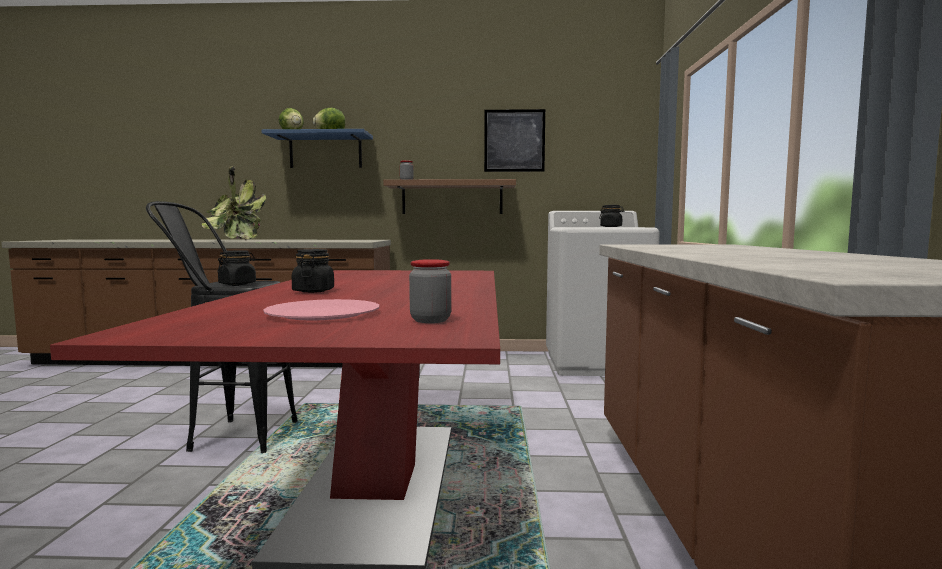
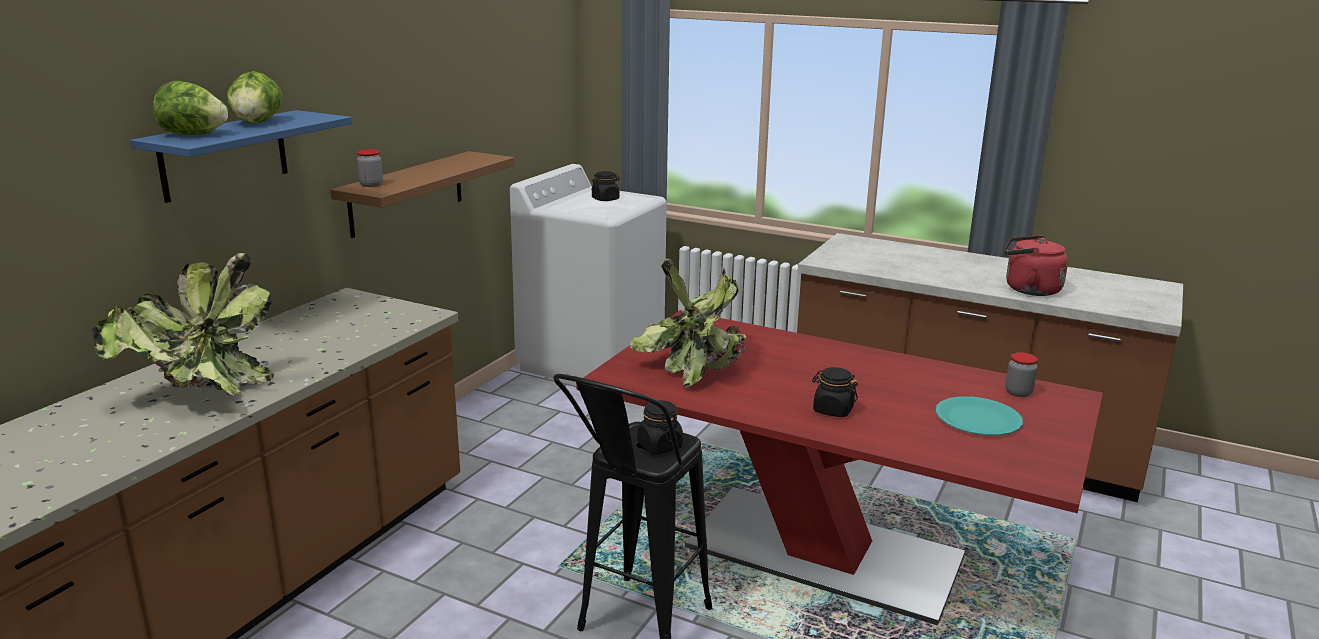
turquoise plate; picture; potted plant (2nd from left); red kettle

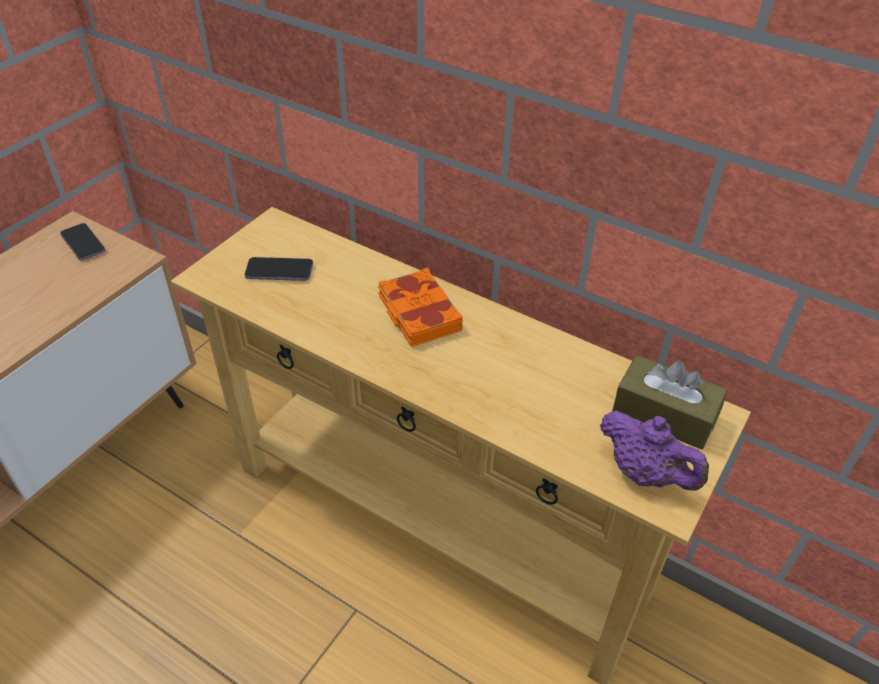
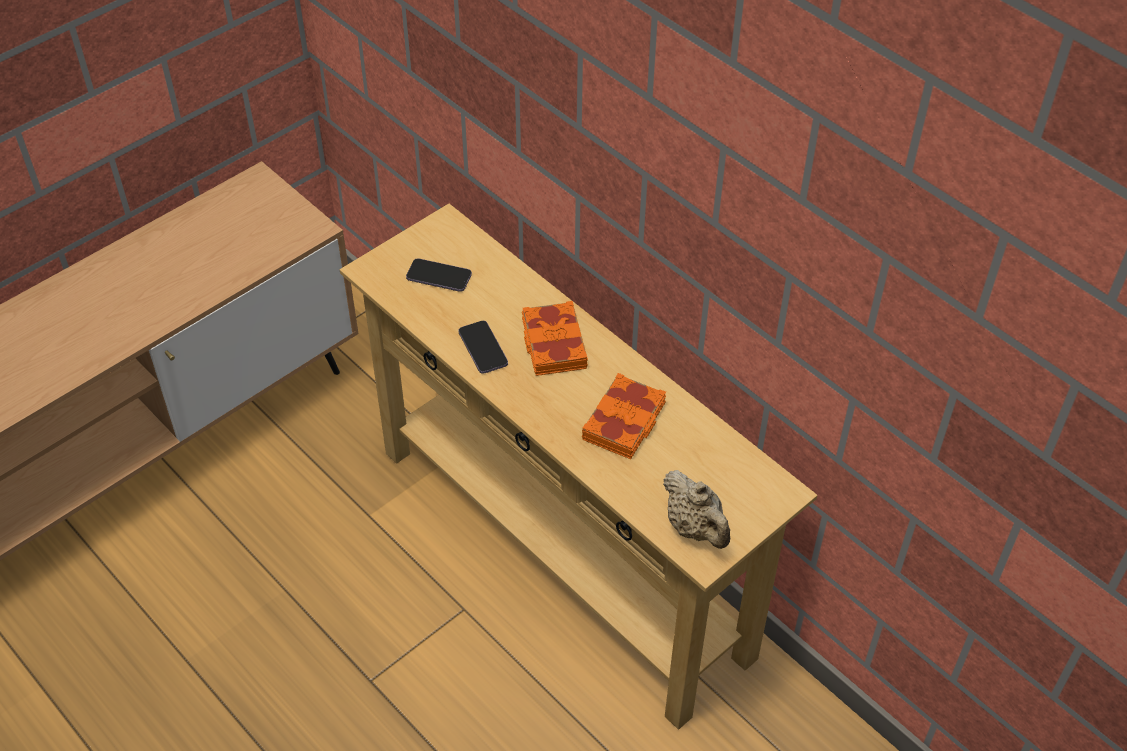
phone (2nd from left); beige teapot; brown tissue box; orange book (2nd from left)

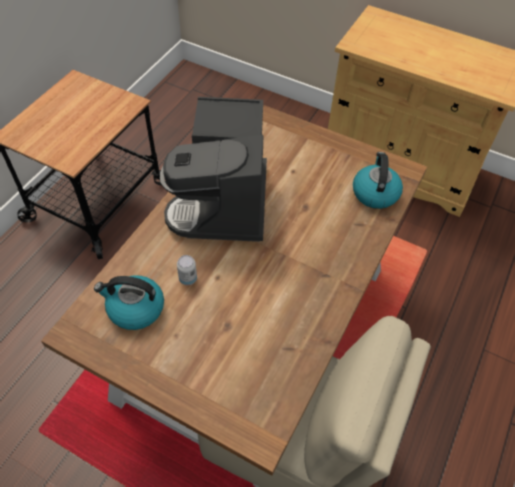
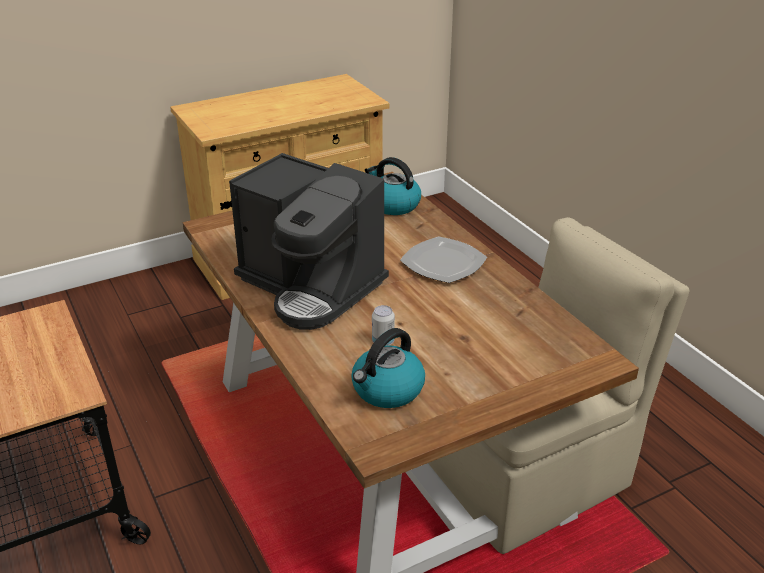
plate

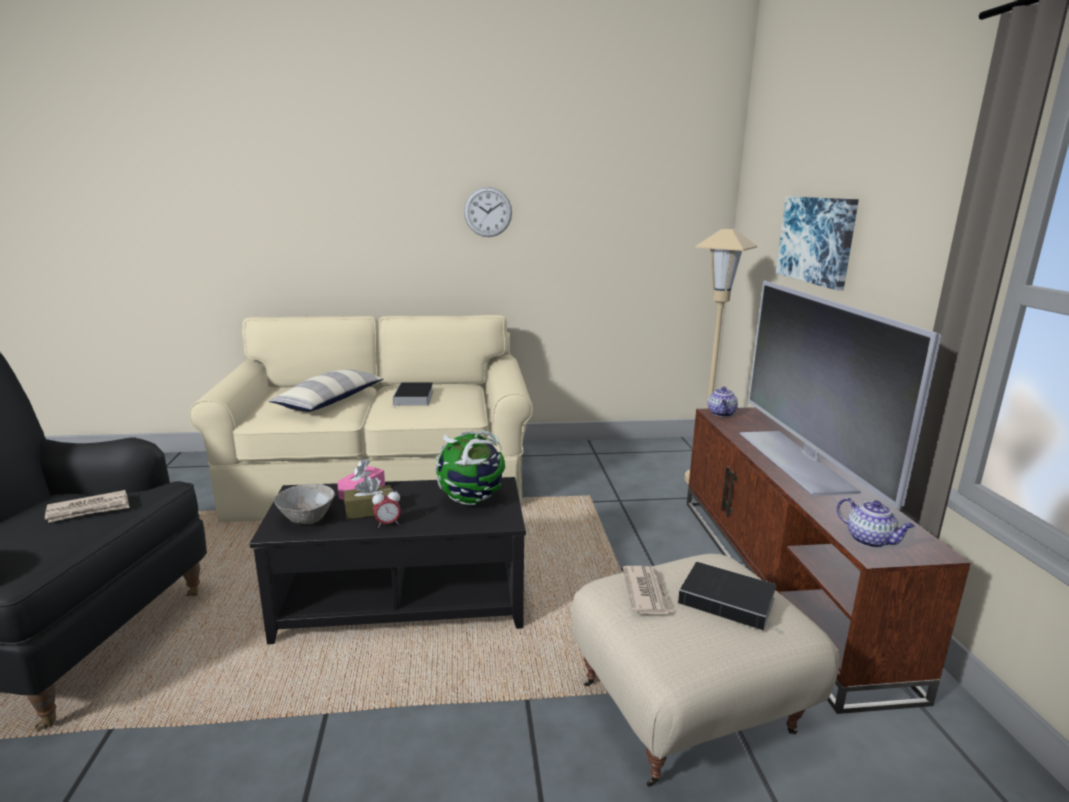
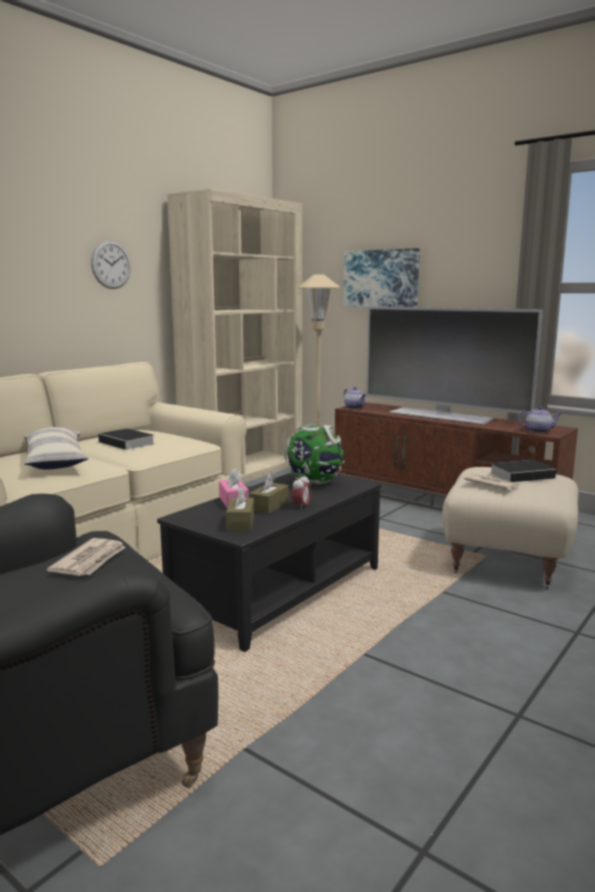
brown tissue box (1st from left); beige bookcase

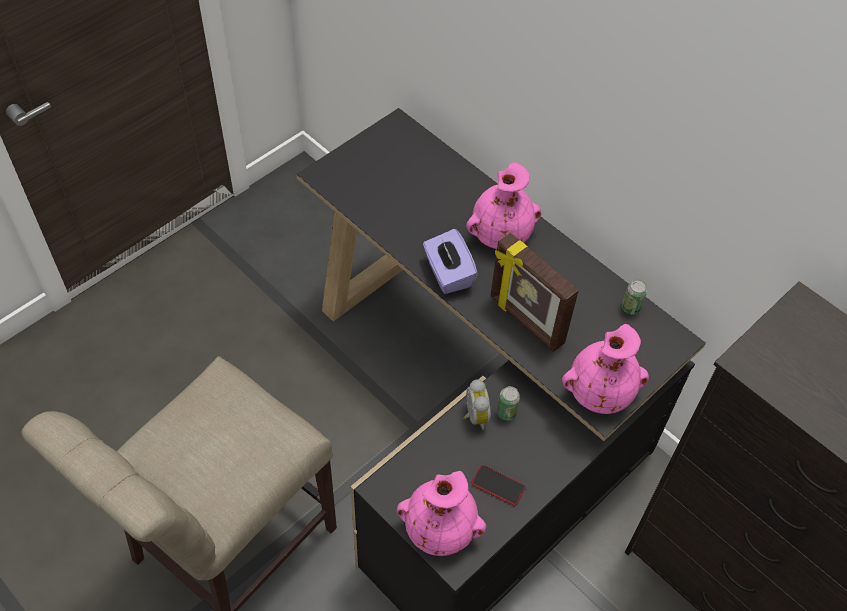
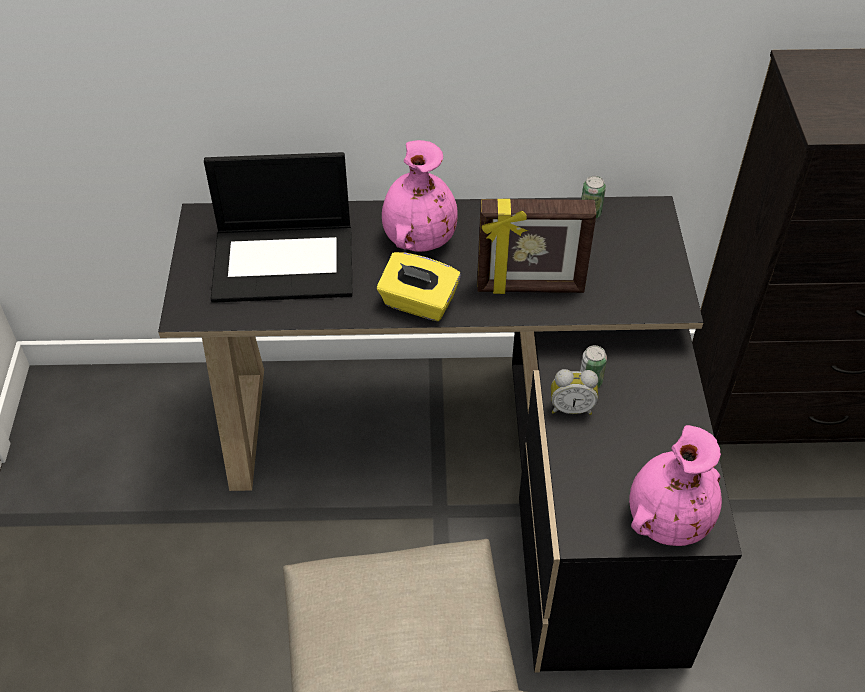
yellow tissue box; alarm clock; phone; pink vase (3rd from left in the first image); laptop

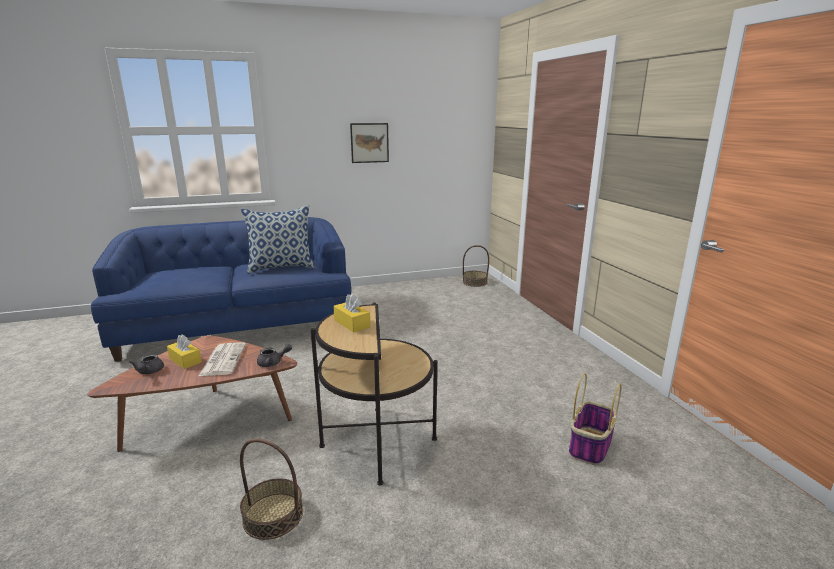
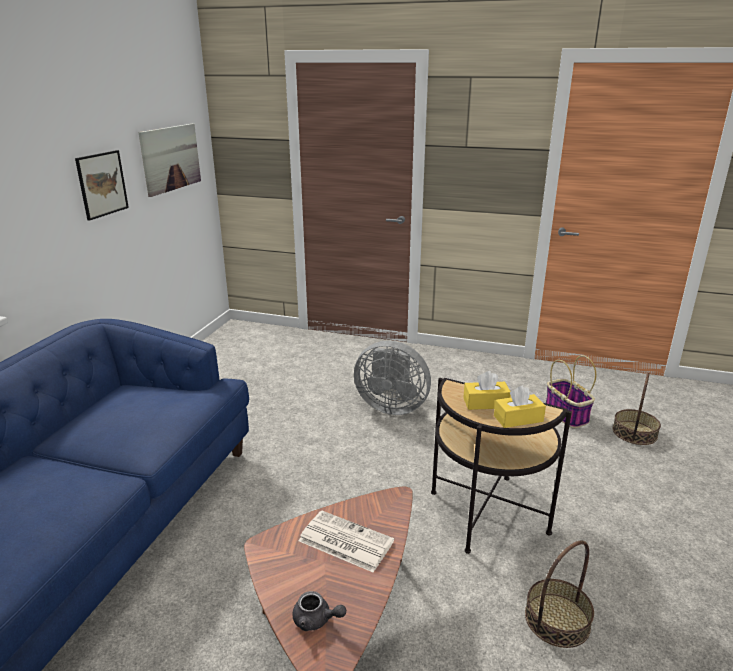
yellow tissue box (2nd from left); pillow; grey teapot (2nd from left in the first image); basket (3rd from left); picture (2nd from left); grey fan

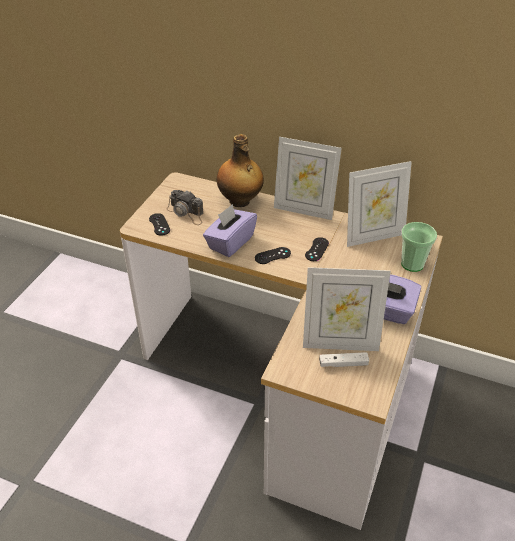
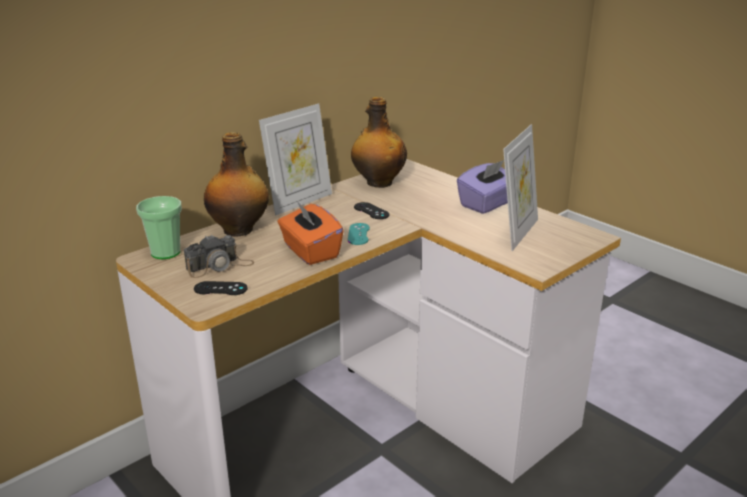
orange tissue box; turquoise game controller; white game controller; bottle (2nd from left); cup

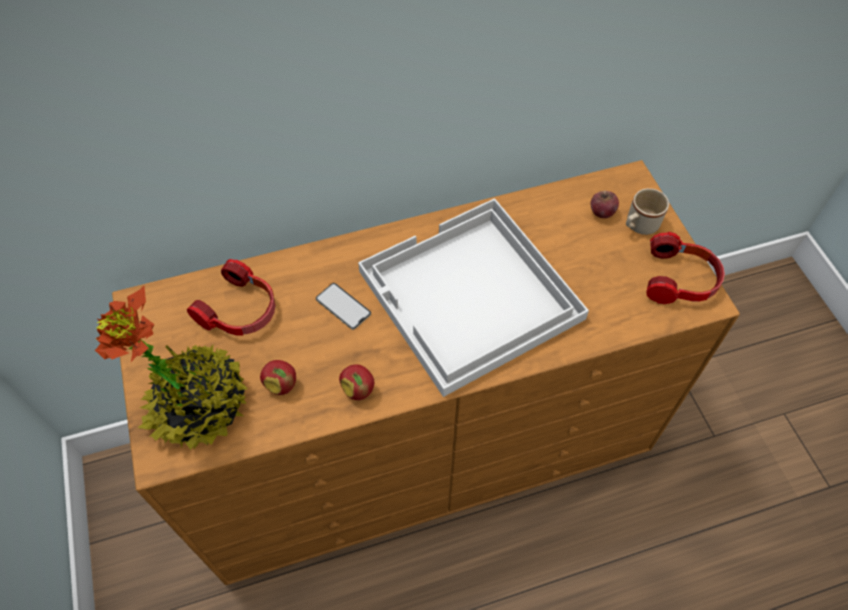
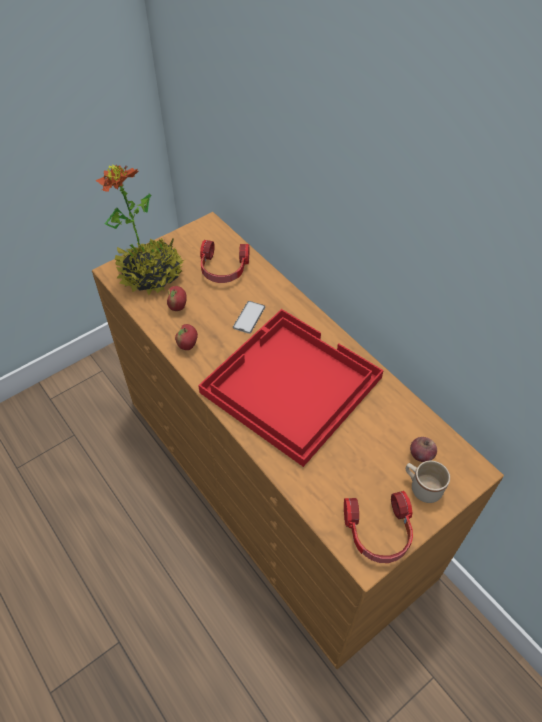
red tray

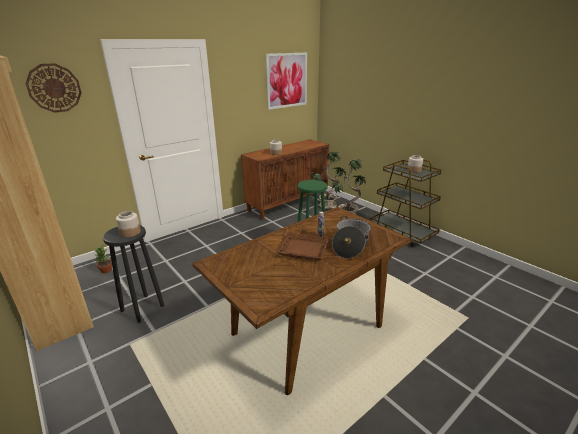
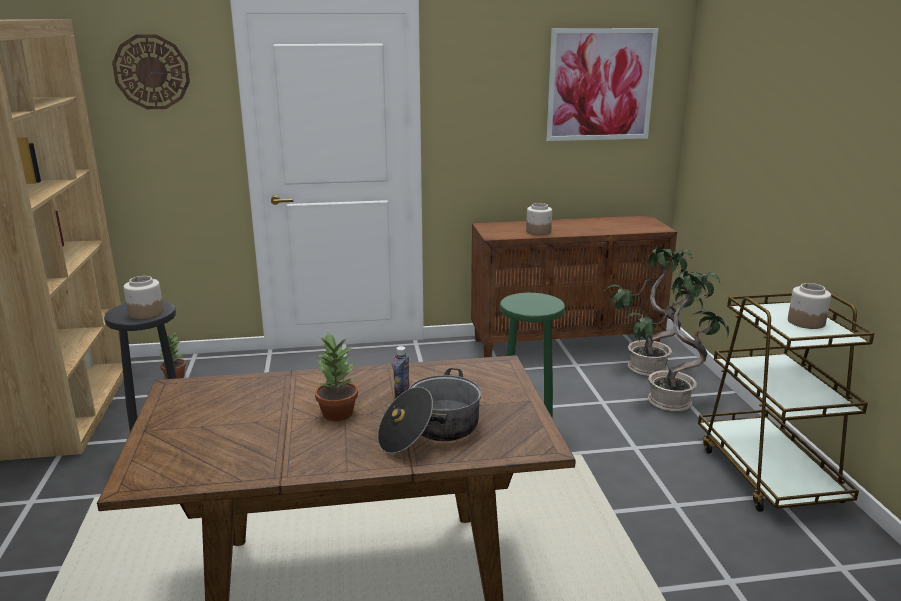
potted plant (2nd from left)

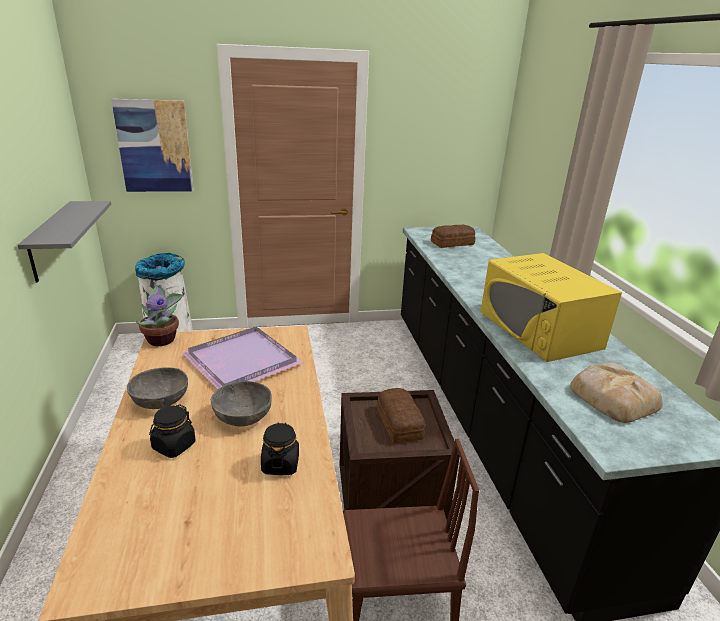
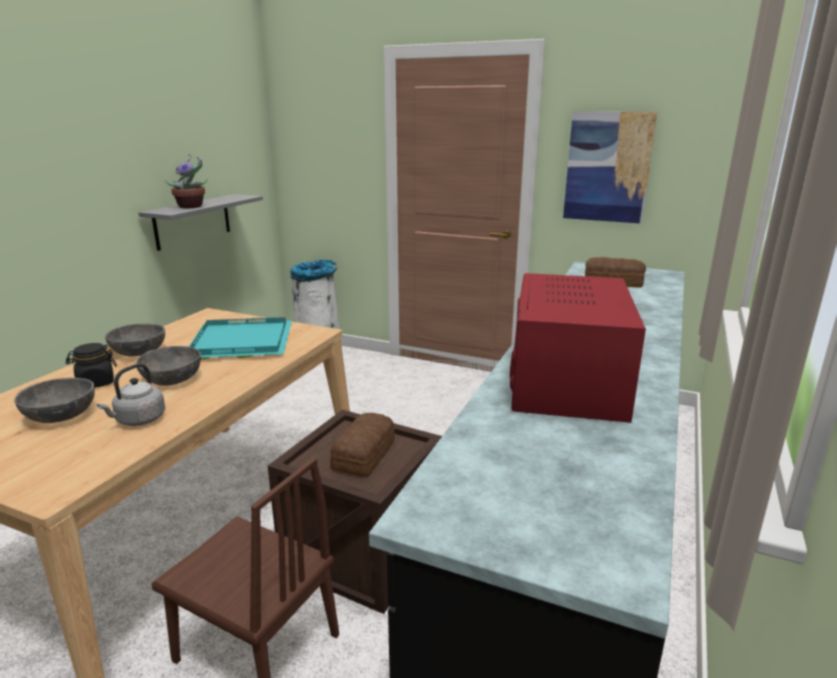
picture; potted plant; turquoise tray; grey kettle; red microwave; bread (3rd from left in the first image); grey bowl (1st from left)

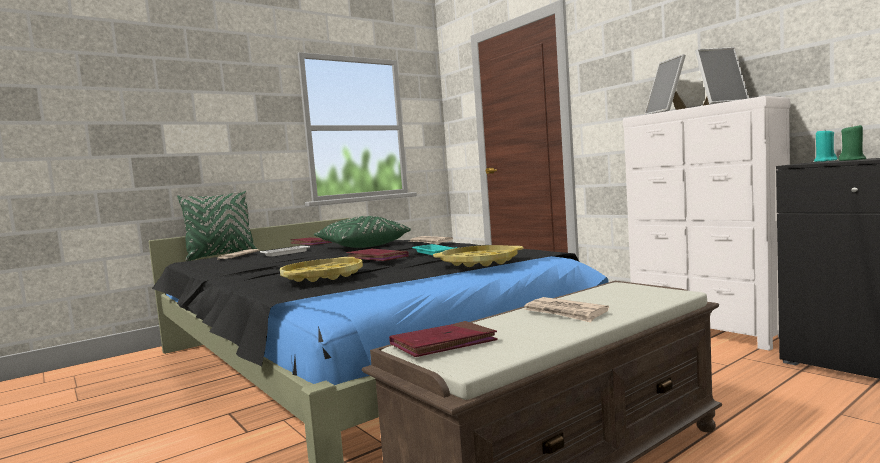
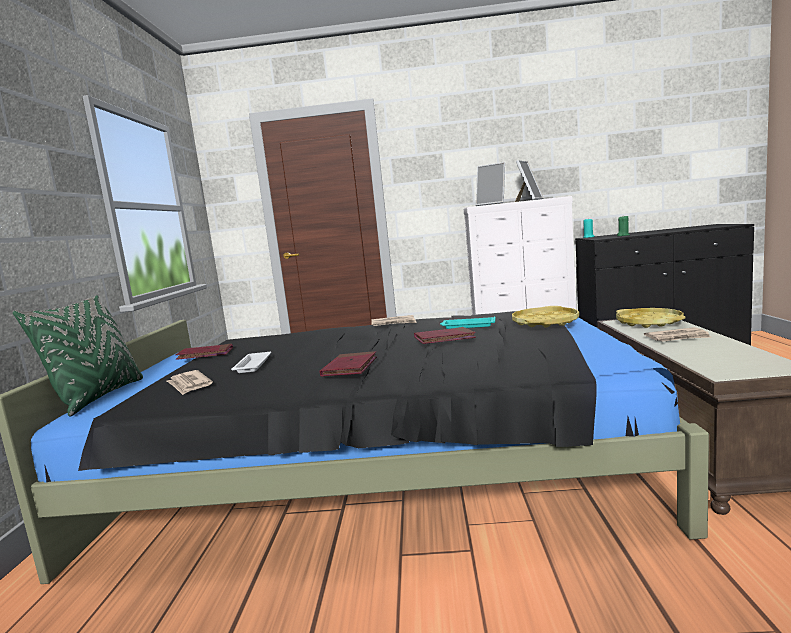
yellow tray (2nd from left); green pillow (2nd from left in the first image); red book (2nd from left)

